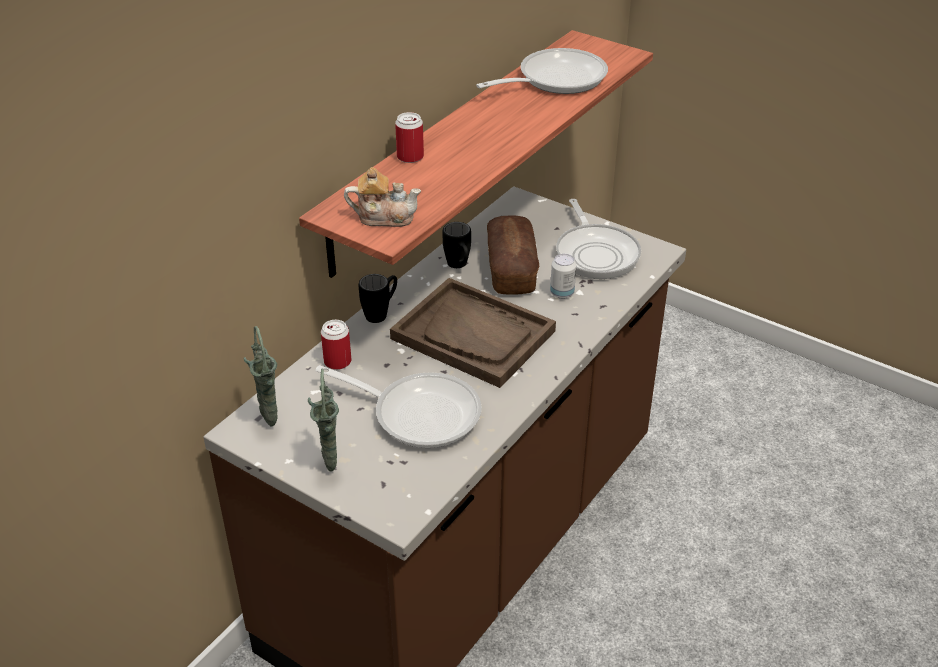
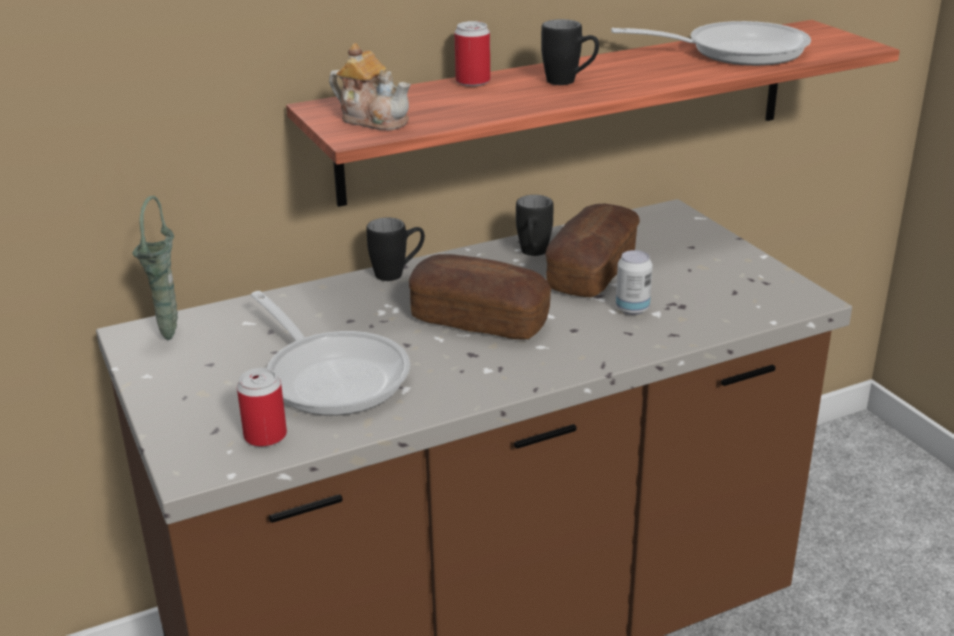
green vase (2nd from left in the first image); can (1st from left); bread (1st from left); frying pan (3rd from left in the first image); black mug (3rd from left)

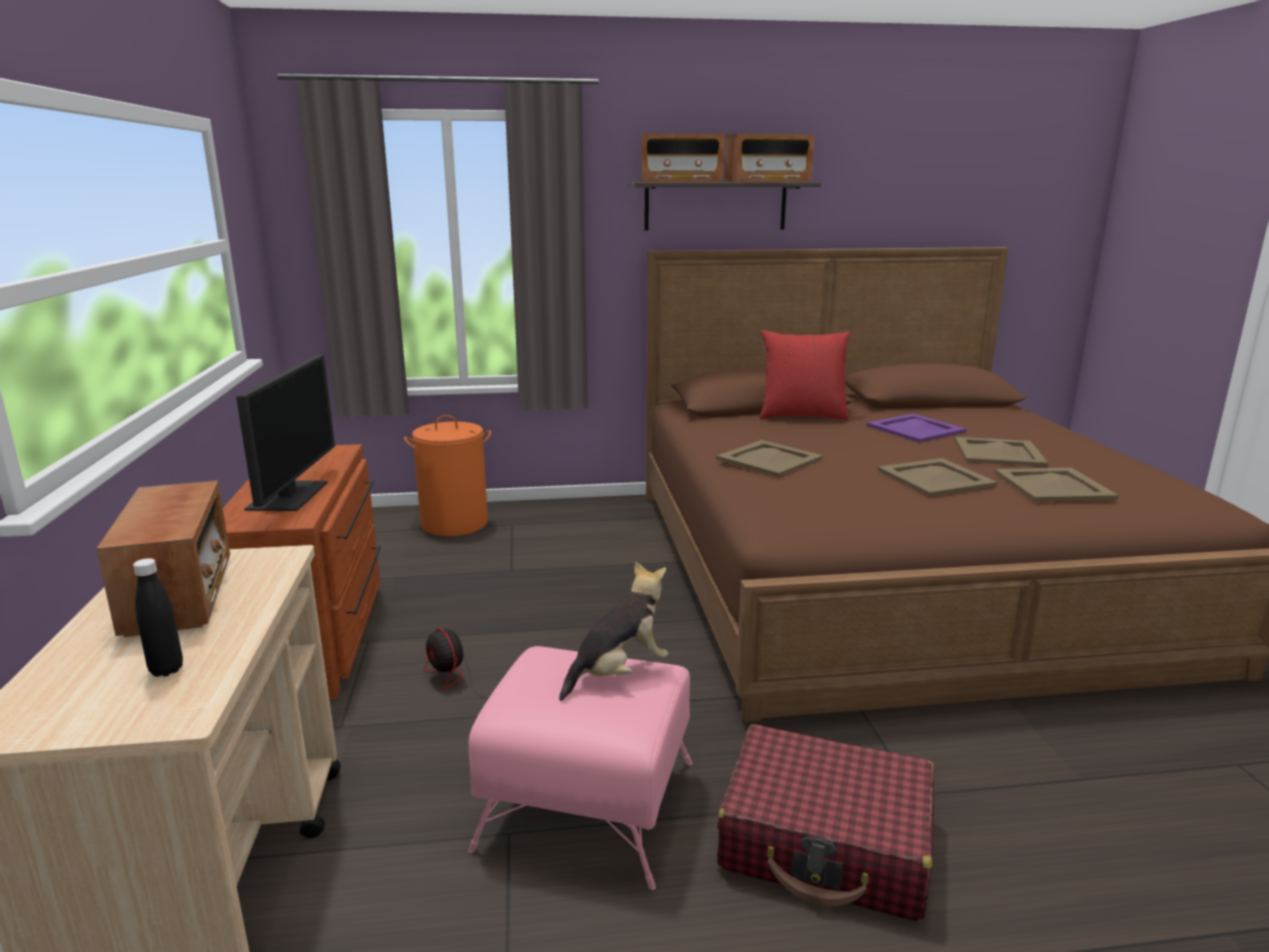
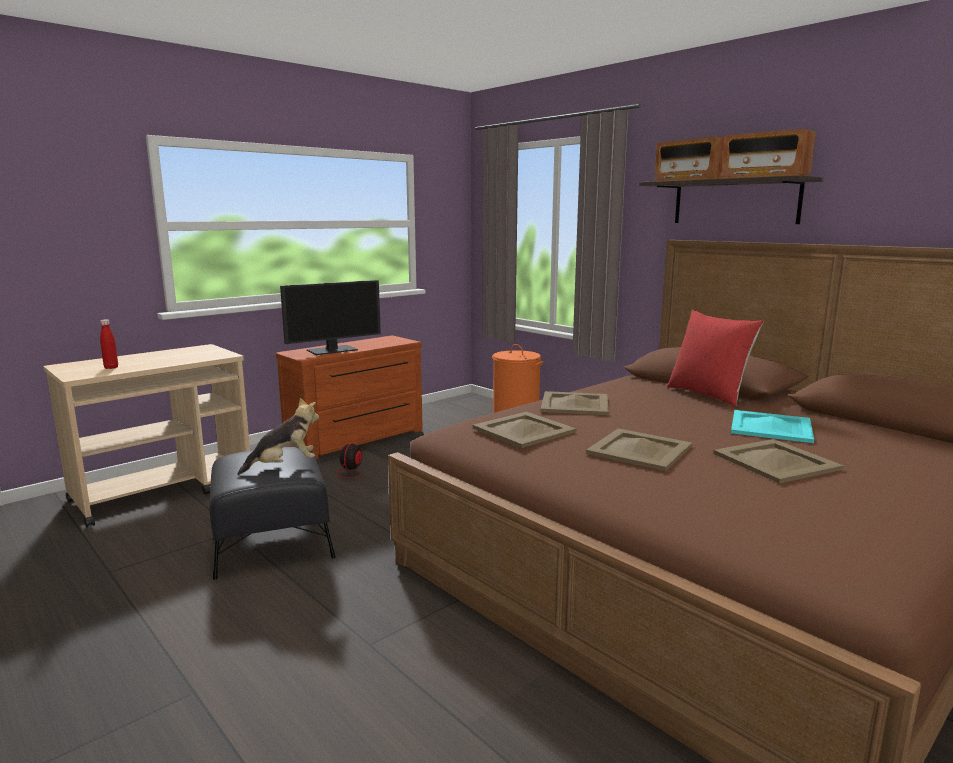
radio (1st from left in the first image); red bottle; black ottoman; plush toy; red suitcase; turquoise tray; beige tray (1st from left)

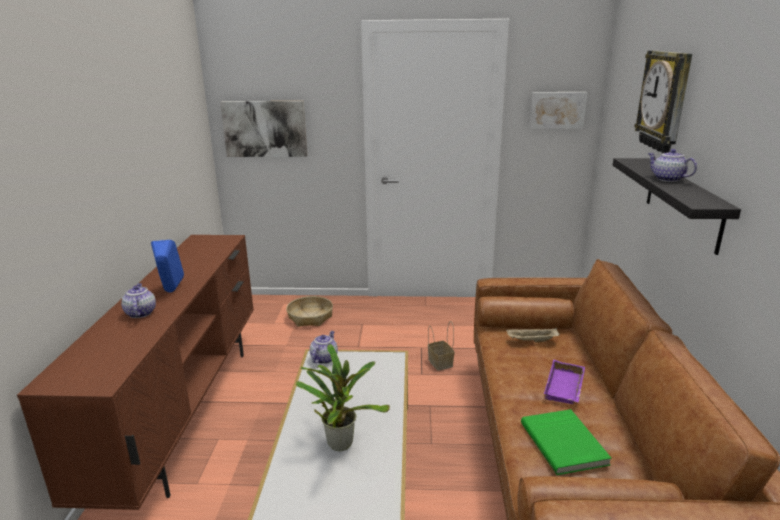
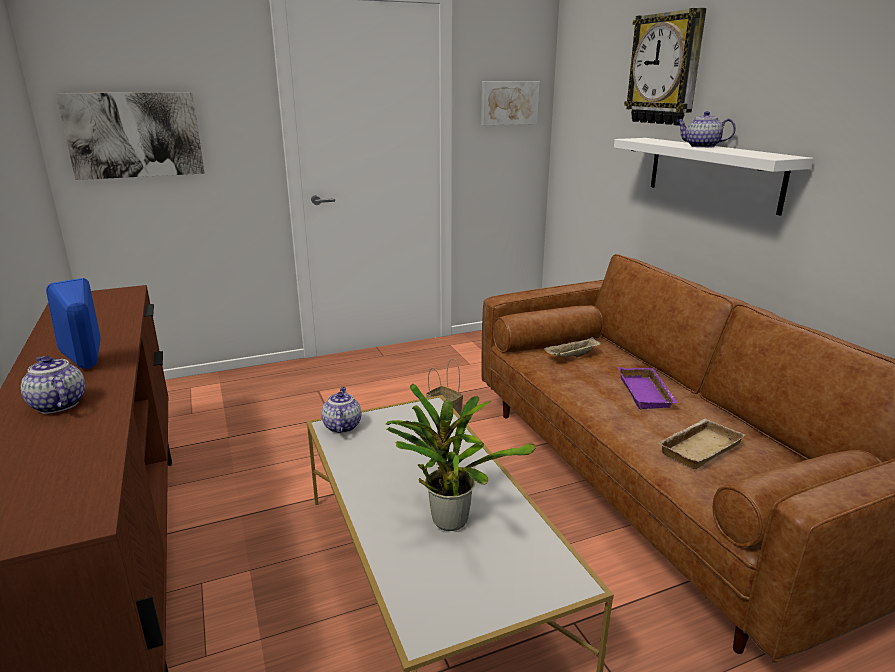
basket (1st from left in the first image); beige tray (2nd from left); white shelf

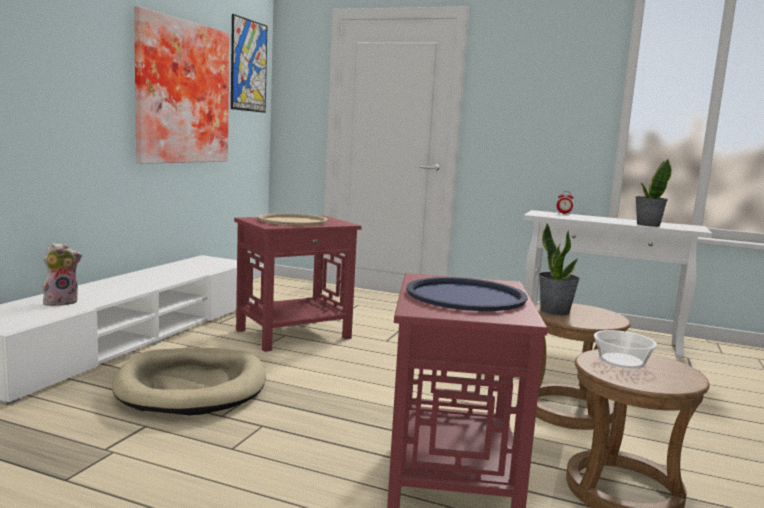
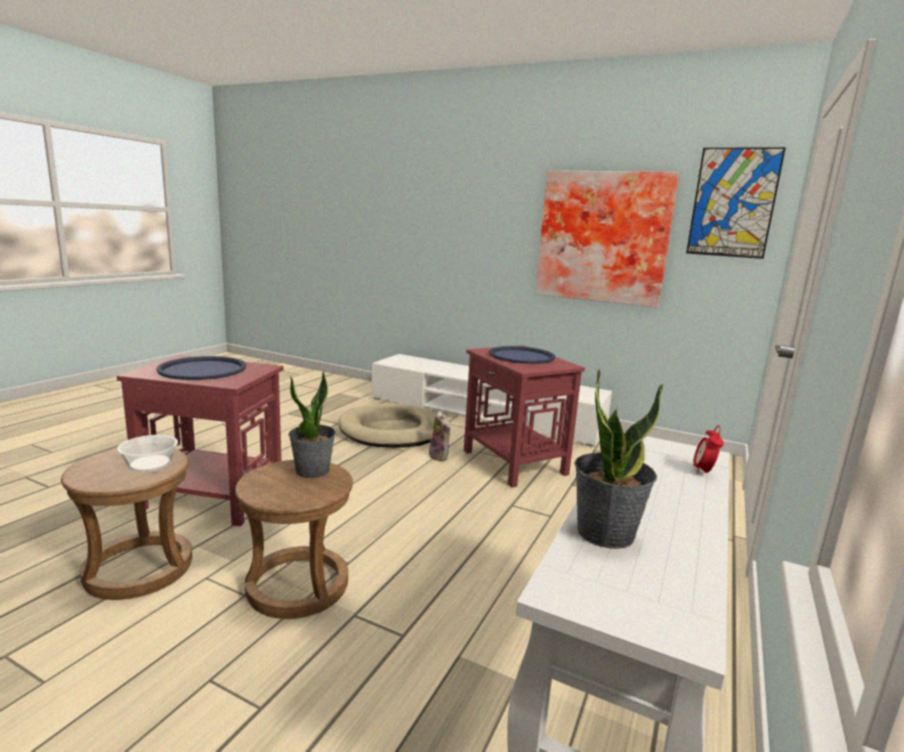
plush toy; blue tray (2nd from left)

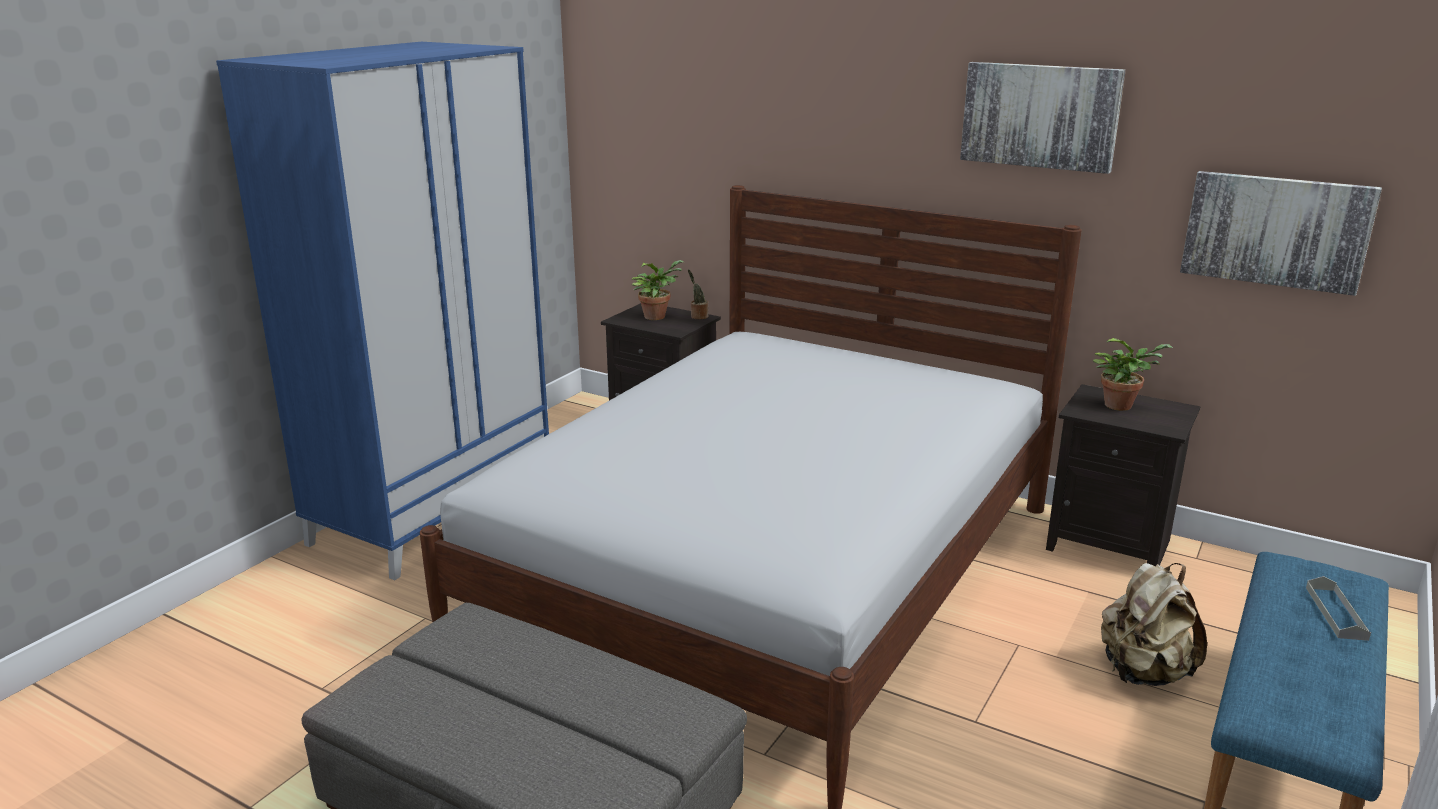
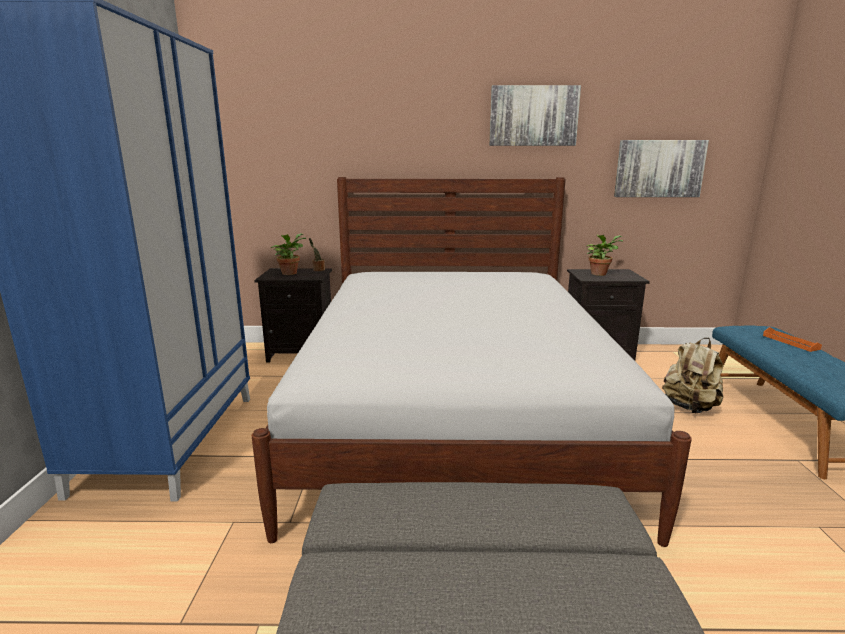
orange tray

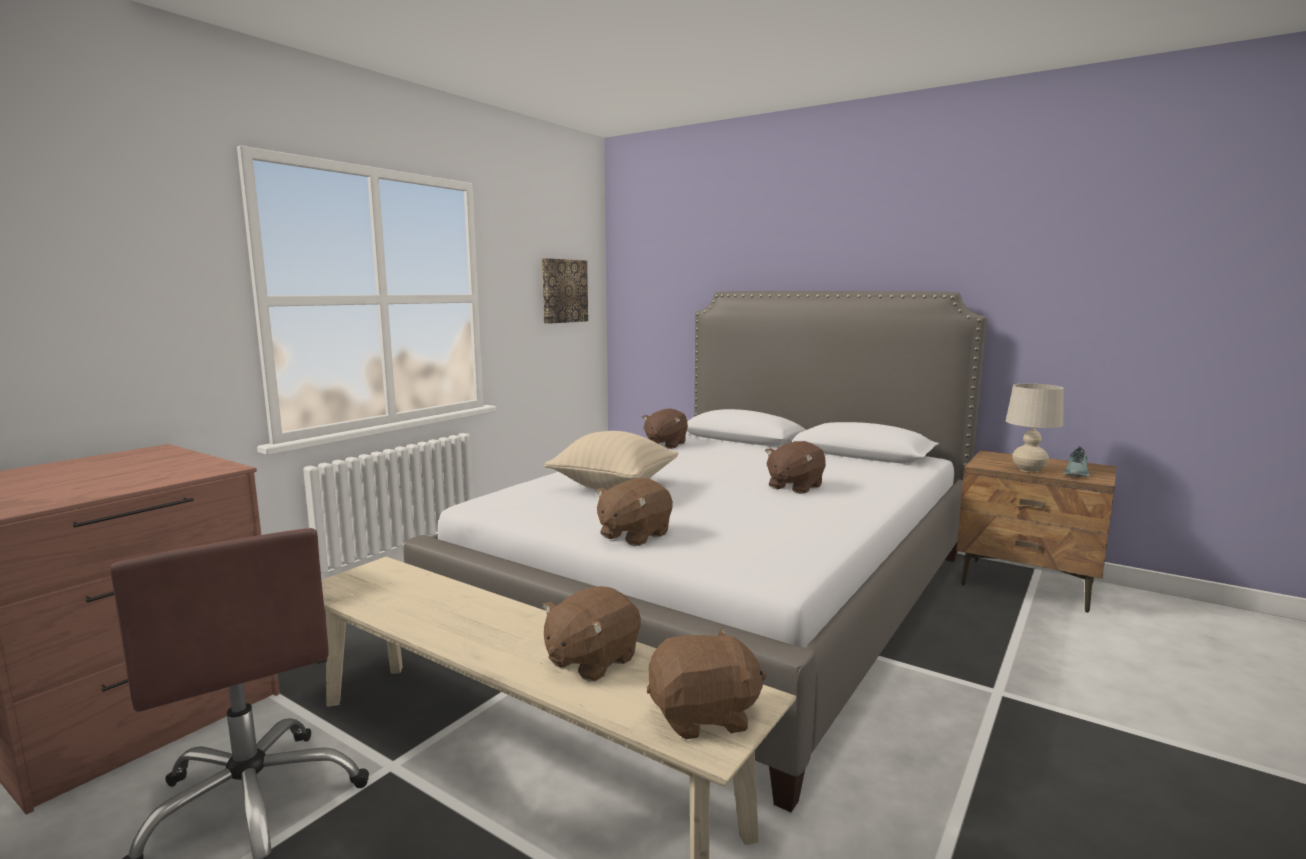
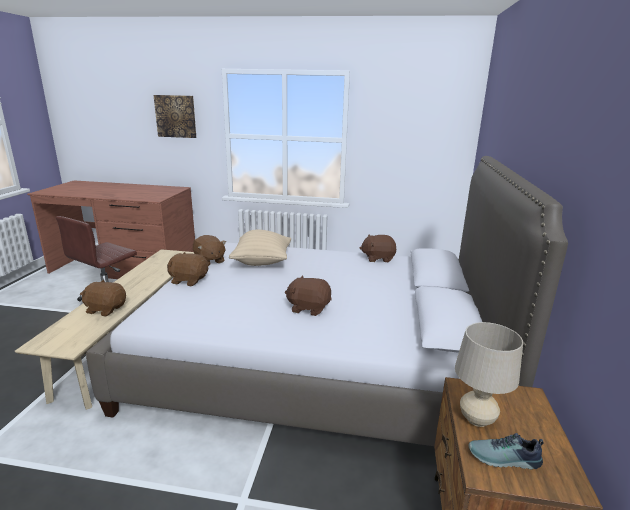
picture; brown plush toy (3rd from left)

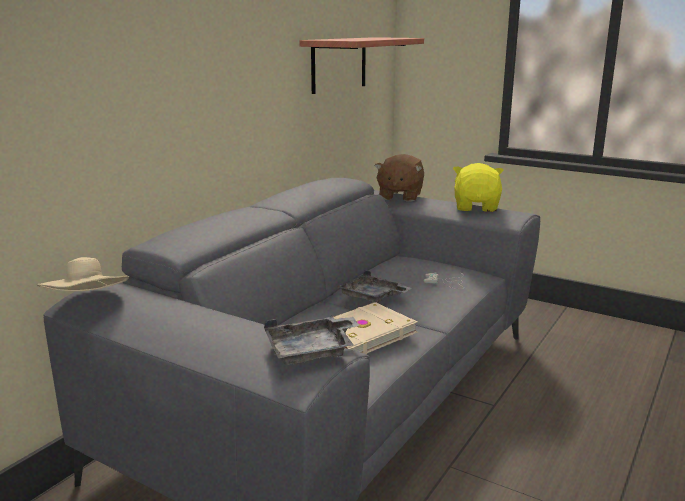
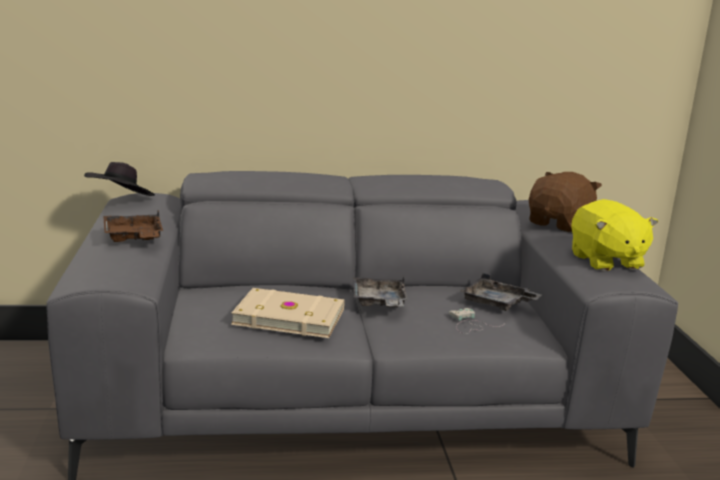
black hat; grey tray (2nd from left); shelf; brown plush toy; yellow plush toy; brown tray

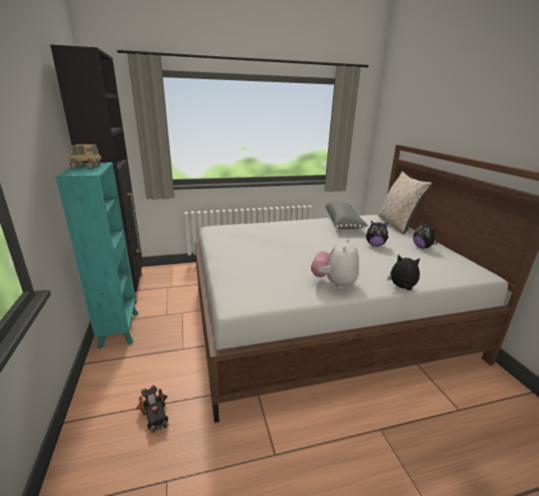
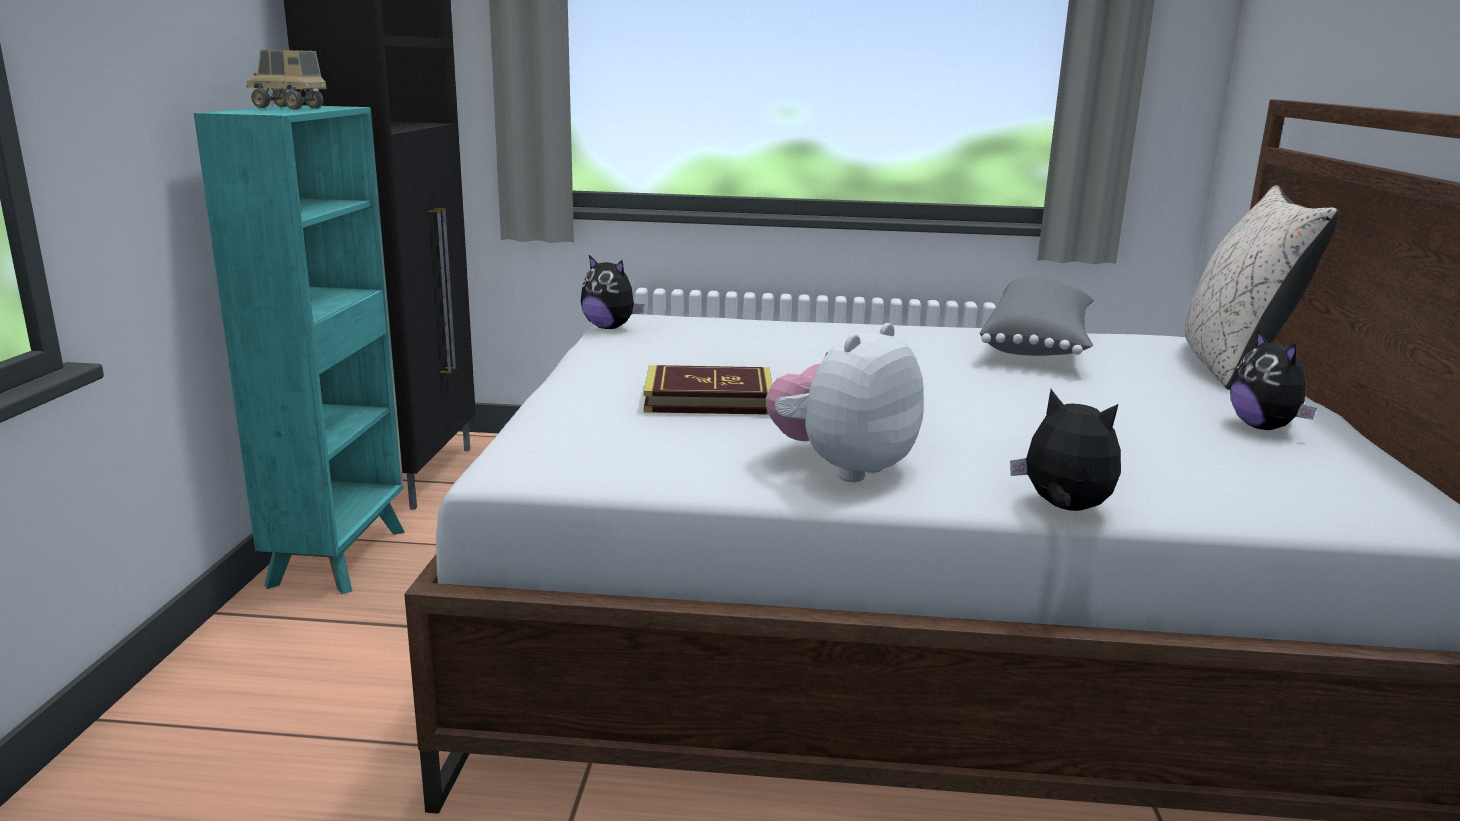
toy truck (2nd from left in the first image); plush toy (1st from left); book

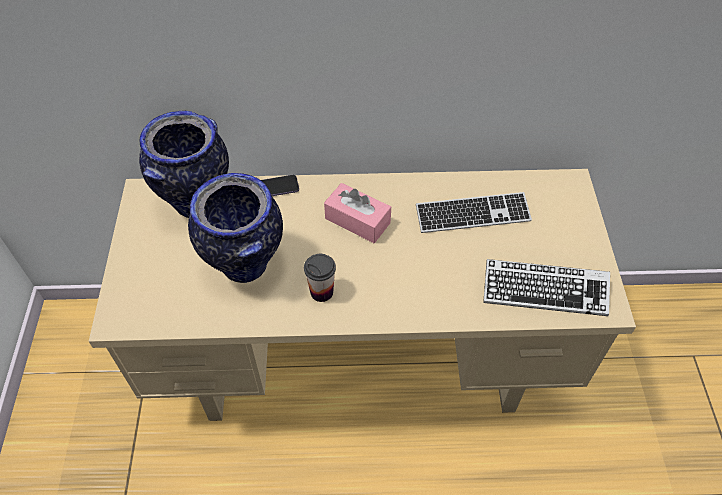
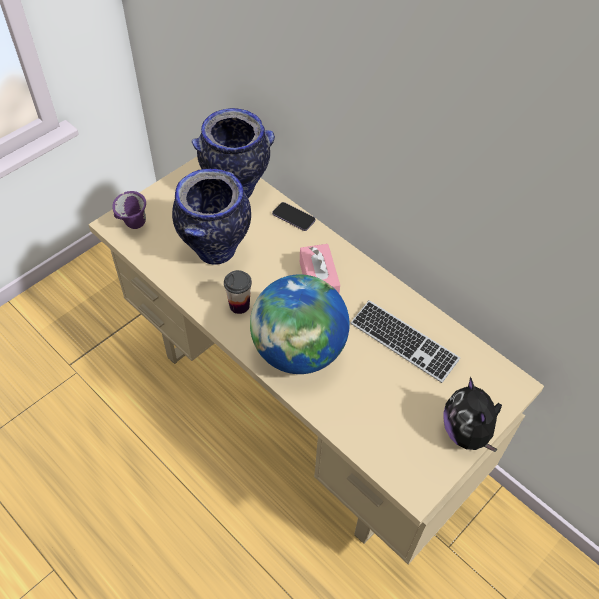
keyboard (2nd from left in the first image); purple mug; globe; plush toy

